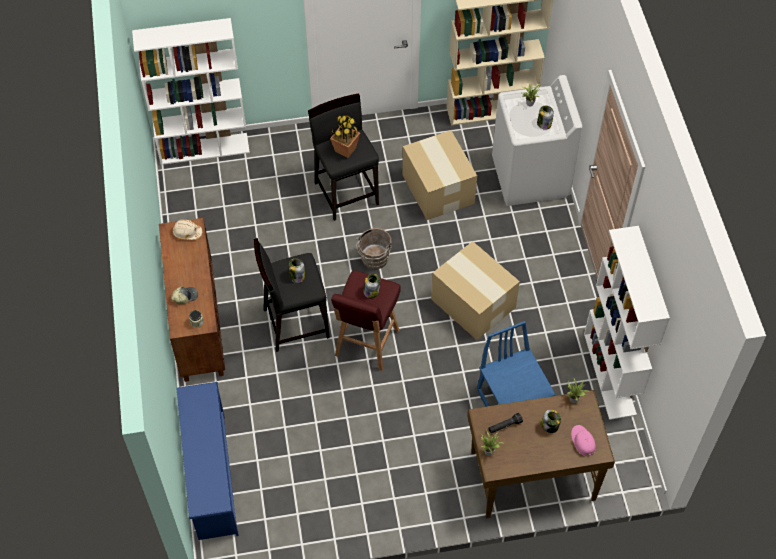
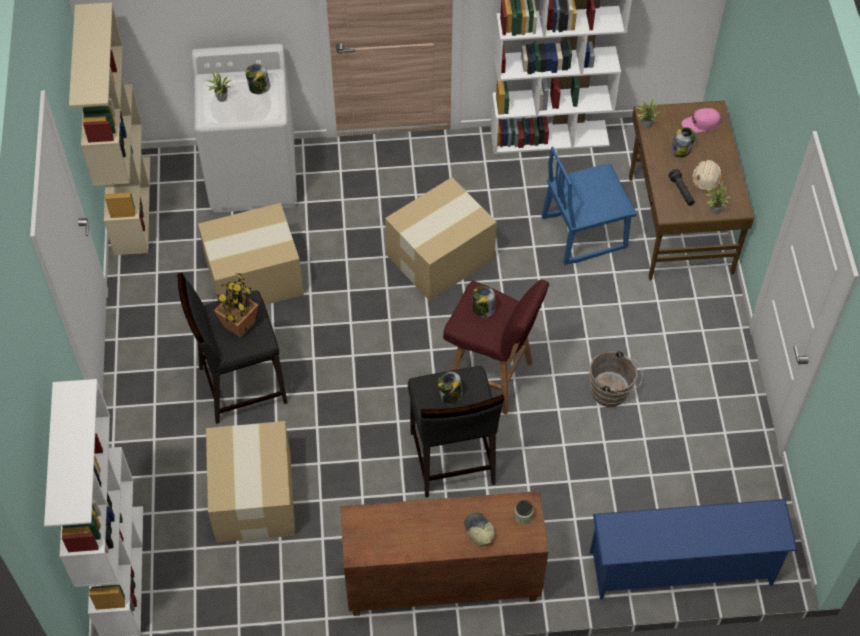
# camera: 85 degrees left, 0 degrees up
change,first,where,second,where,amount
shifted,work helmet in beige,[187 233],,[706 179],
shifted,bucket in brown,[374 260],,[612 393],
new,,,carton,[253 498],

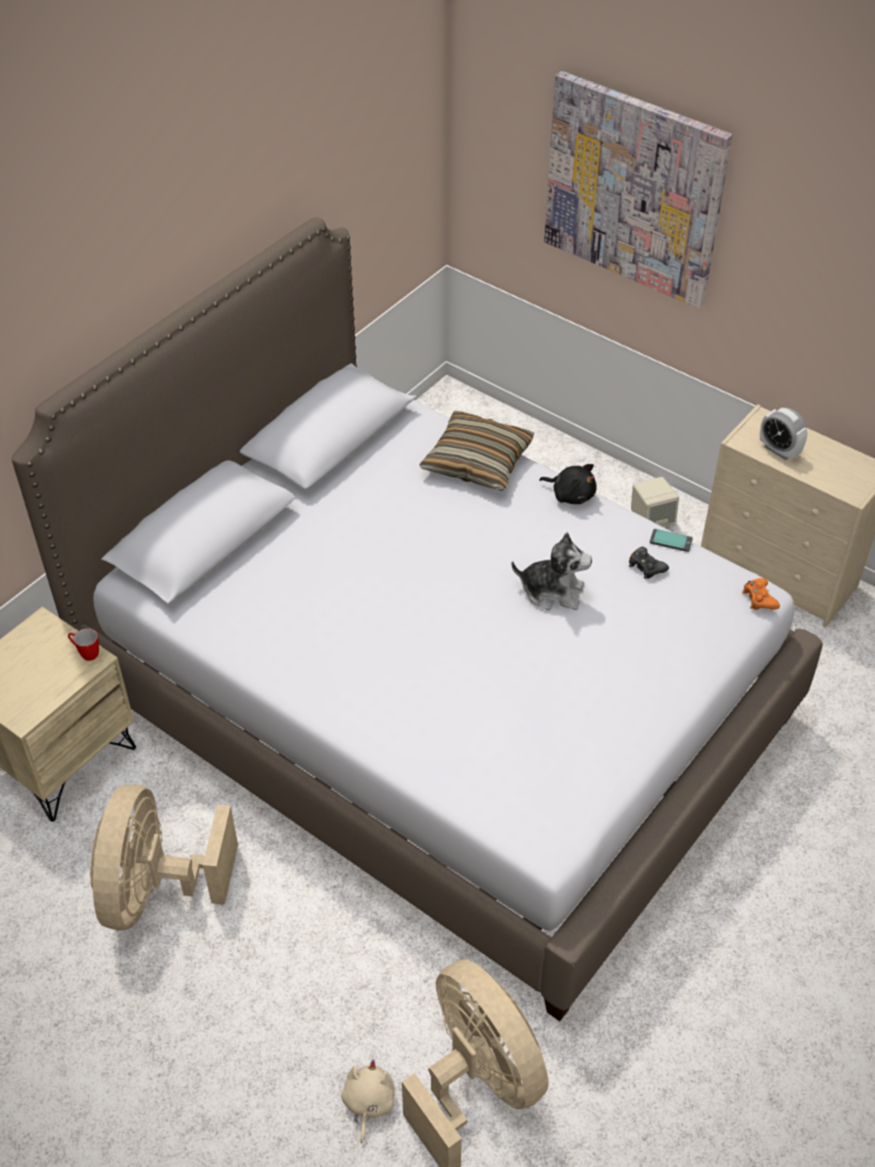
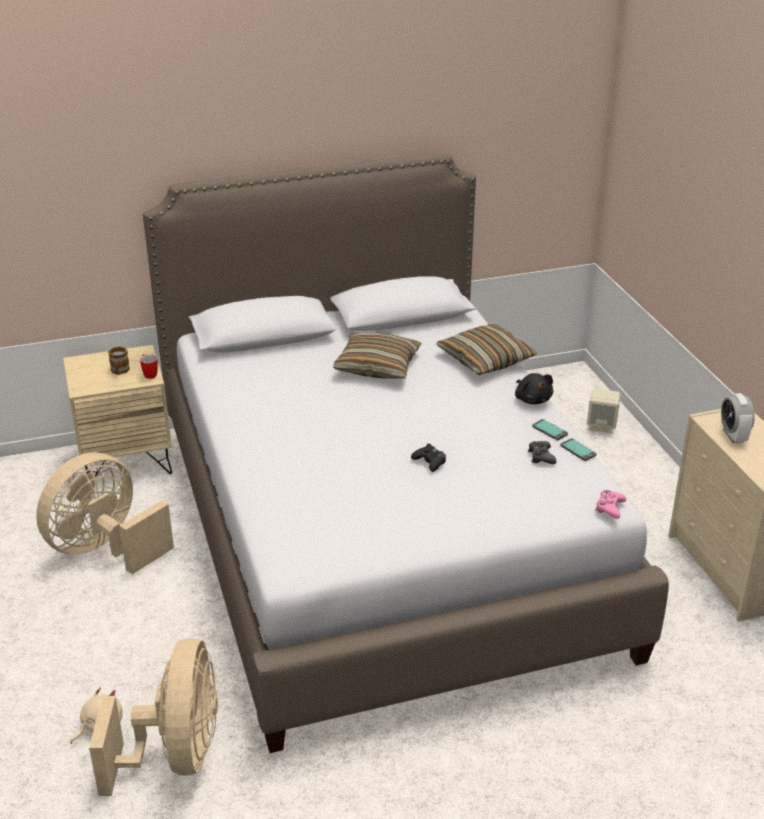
# camera: 35 degrees right, 15 degrees down
change,first,where,second,where,amount
gone,plush toy,[552 591],,,
gone,wall art,[634 189],,,
shifted,loudspeaker in beige,[651 521],,[602 425],
repainted,joypad in orange-coloured,[759 598],joypad in pink-coloured,[609 508],
new,,,coffee mug,[119 371],
new,,,pillow,[377 366],
new,,,joypad in blackish,[430 462],
new,,,handset,[550 430],

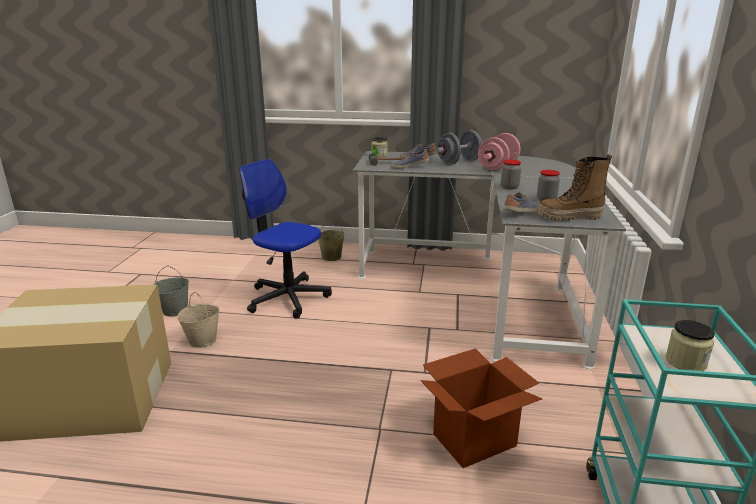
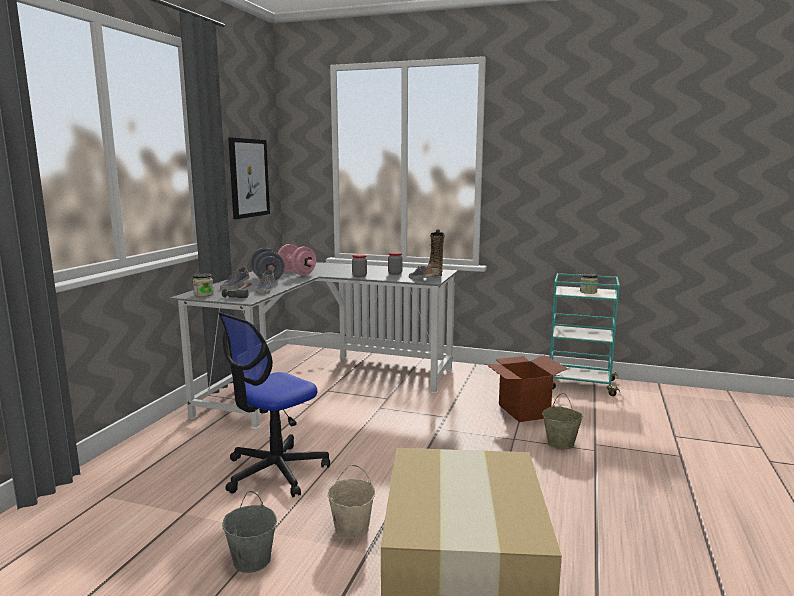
# camera: 80 degrees left, 10 degrees down
change,first,where,second,where,amount
shifted,bucket in beige,[331 257],,[561 443],
new,,,wall art,[248 178],

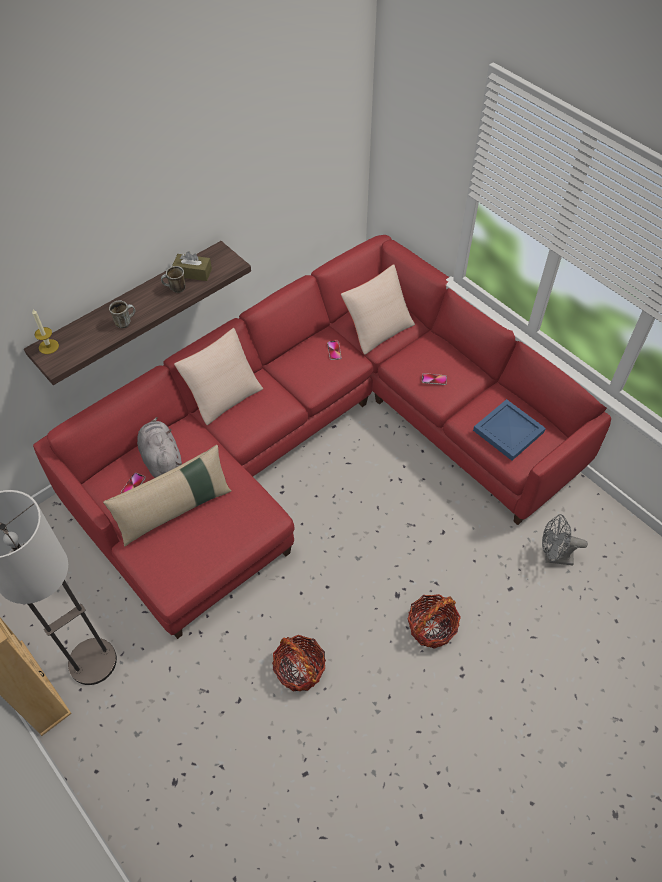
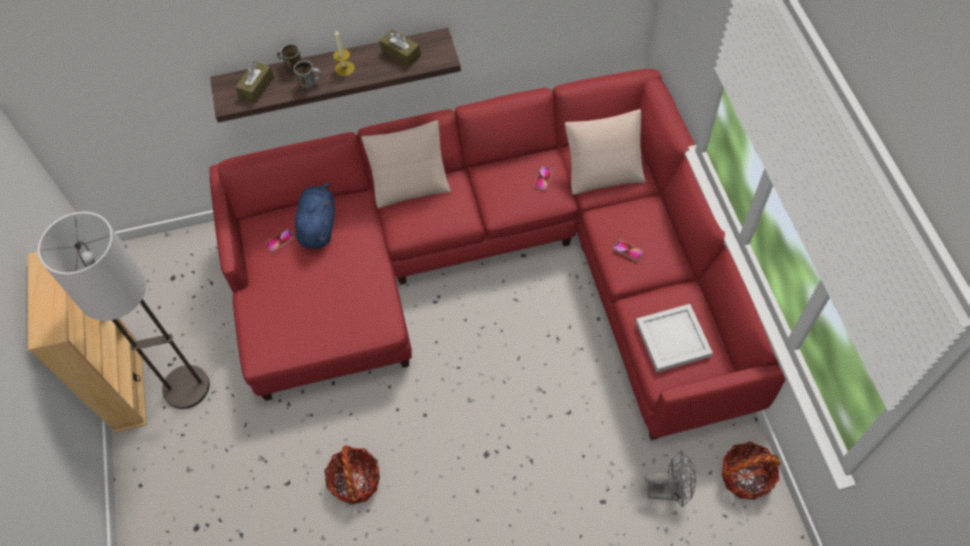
# camera: 30 degrees right, 5 degrees up
change,first,where,second,where,amount
shifted,wax candle,[48 346],,[344 68],
gone,pillow in beige,[175 510],,,
repainted,plush toy in grey,[161 459],plush toy in blue-coloured,[318 225],
shifted,coffee mug,[175 289],,[291 67],
shifted,basket,[431 627],,[745 477],
repainted,carrying tray in blue-coloured,[508 432],carrying tray in white,[672 340],
rotated,fan in grey,[553 557],,[668 490],150 degrees clockwise
new,,,tissue holder in brown,[256 87],

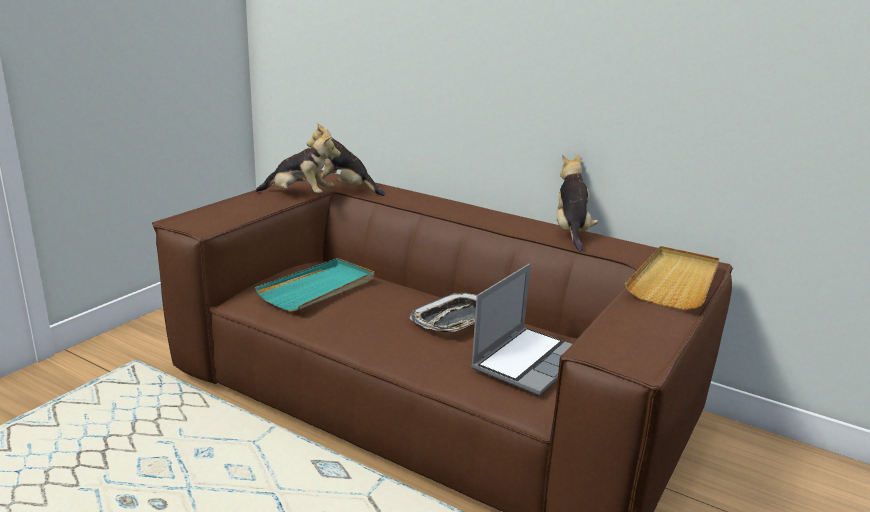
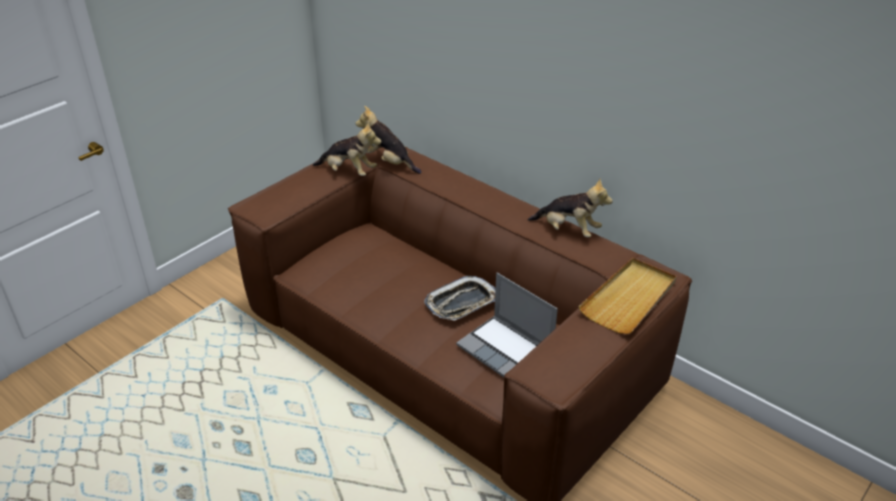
# camera: 10 degrees right, 15 degrees up
change,first,where,second,where,amount
gone,carrying tray in blue-green,[318 288],,,
rotated,notebook computer,[528 361],,[506 351],90 degrees clockwise
rotated,plush toy,[571 232],,[568 230],105 degrees clockwise

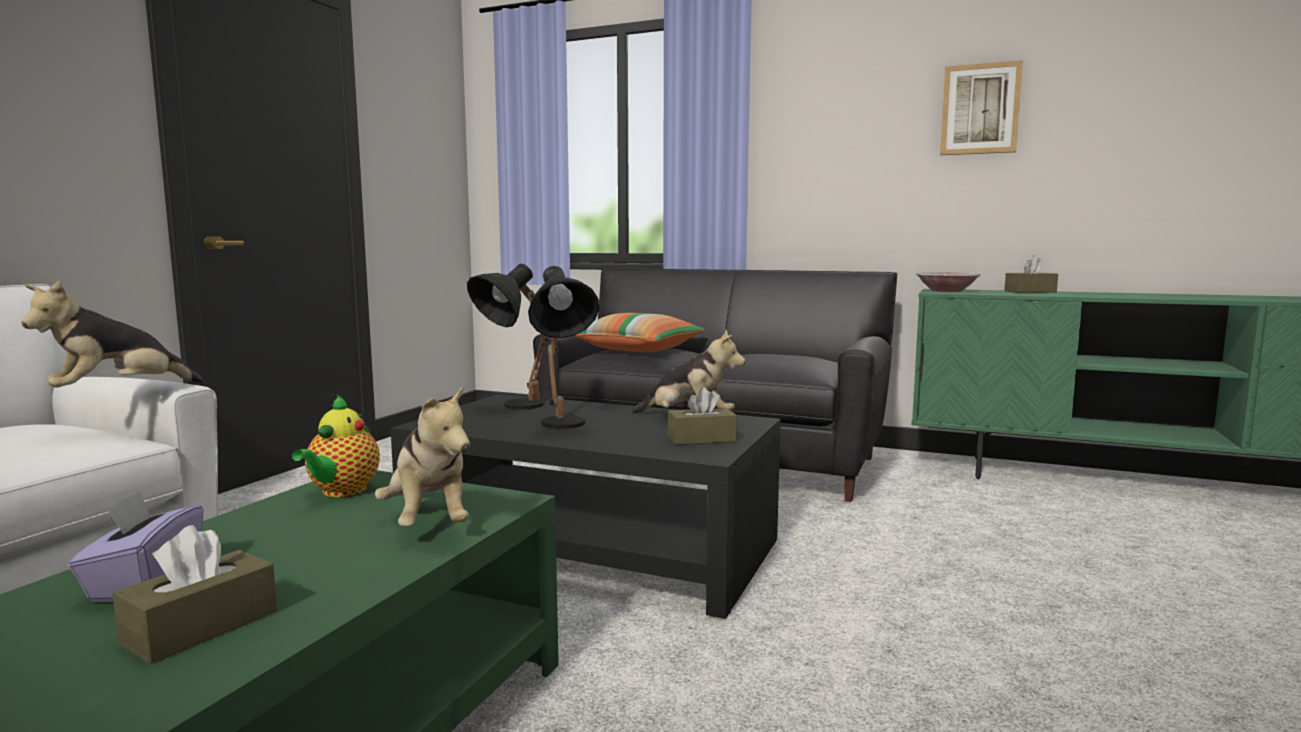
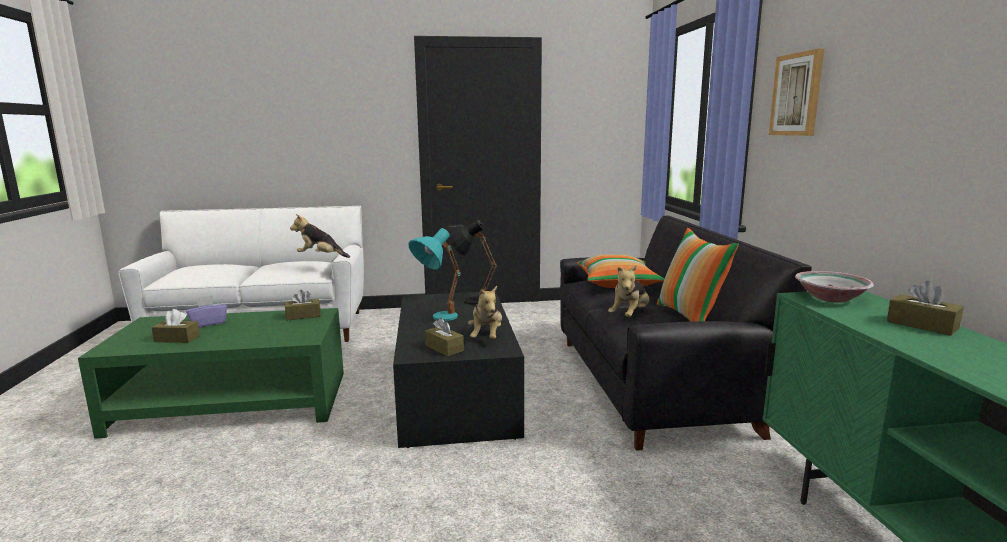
# camera: 60 degrees right, 5 degrees up
change,first,where,second,where,amount
swapped,teapot,[341 492],tissue holder in brown,[303 316],
shifted,plush toy,[428 522],,[630 315],
repainted,tabletop lamp in blackish,[563 427],tabletop lamp in blue-green,[436 318],
shifted,wall art,[980 109],,[797 94],
new,,,pillow,[690 316],

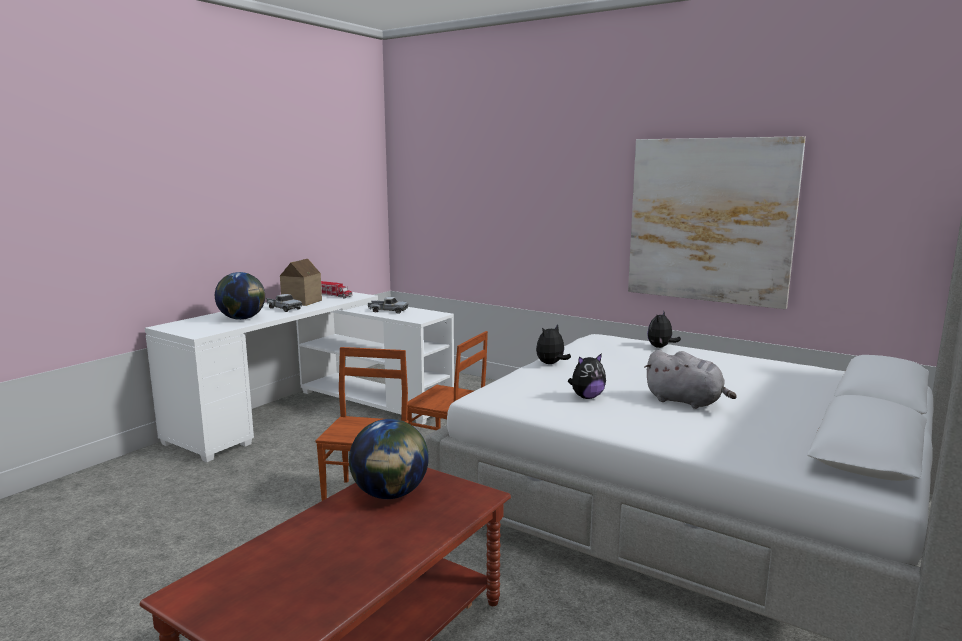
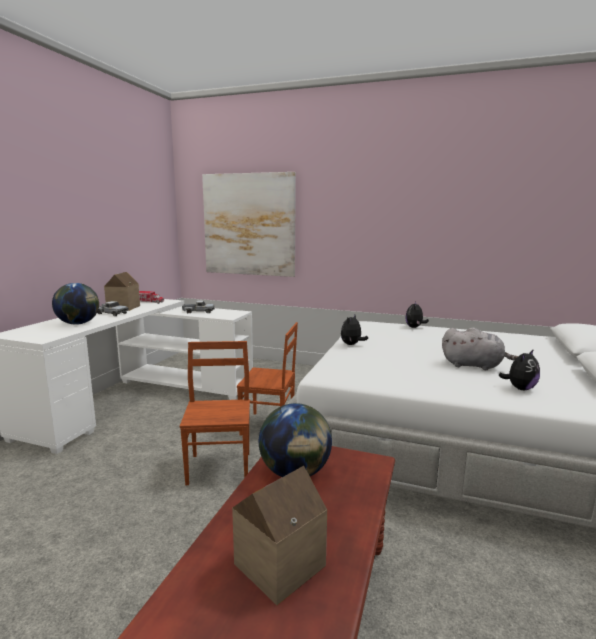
# camera: 15 degrees left, 0 degrees up
change,first,where,second,where,amount
shifted,plush toy,[586 397],,[520 388],
shifted,wall art,[709 220],,[249 225],
new,,,miniature house,[276 563],

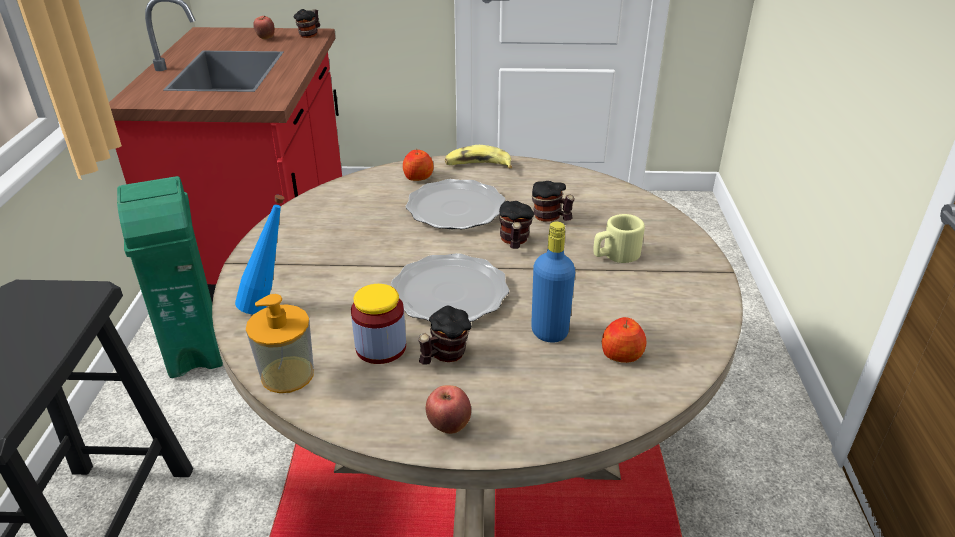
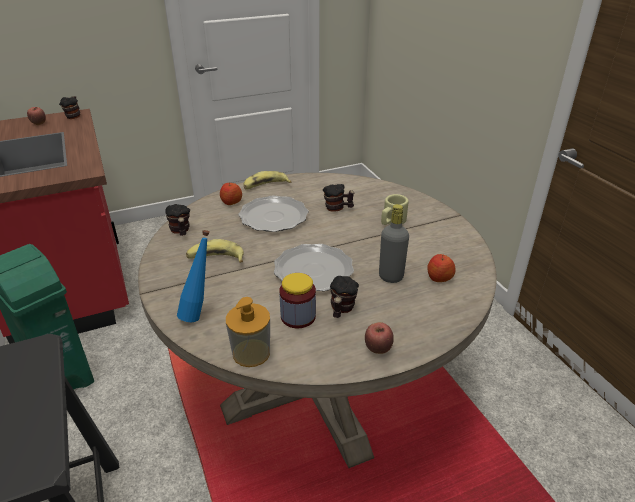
# camera: 25 degrees left, 0 degrees up
change,first,where,second,where,amount
shifted,coffee mug,[514 242],,[180 231],
repainted,drink bottle in blue-coloured,[549 332],drink bottle in grey,[391 277],
new,,,banana,[216 258],

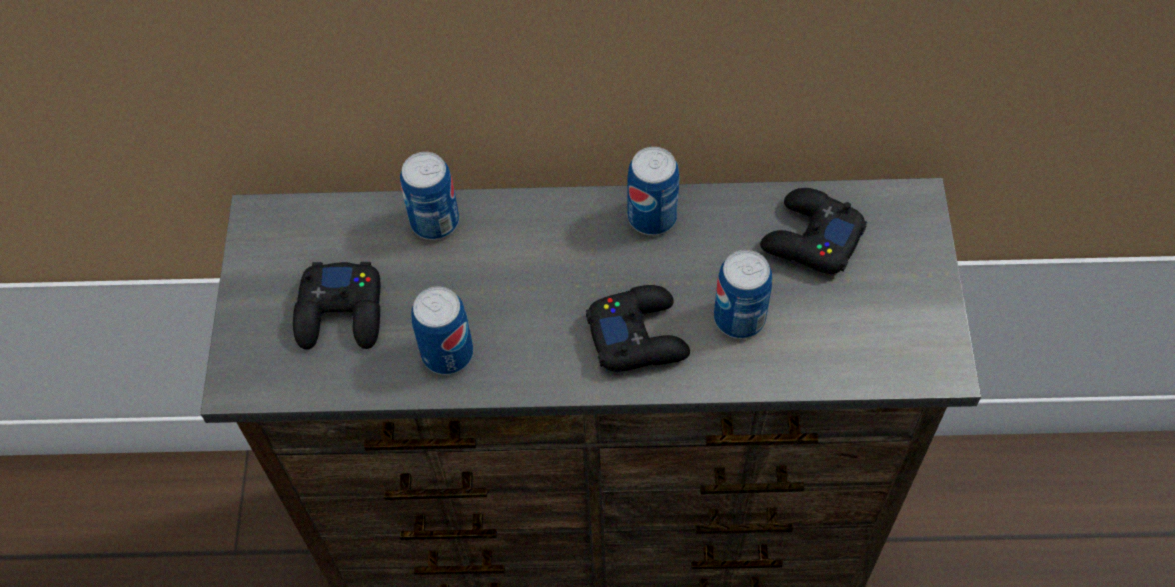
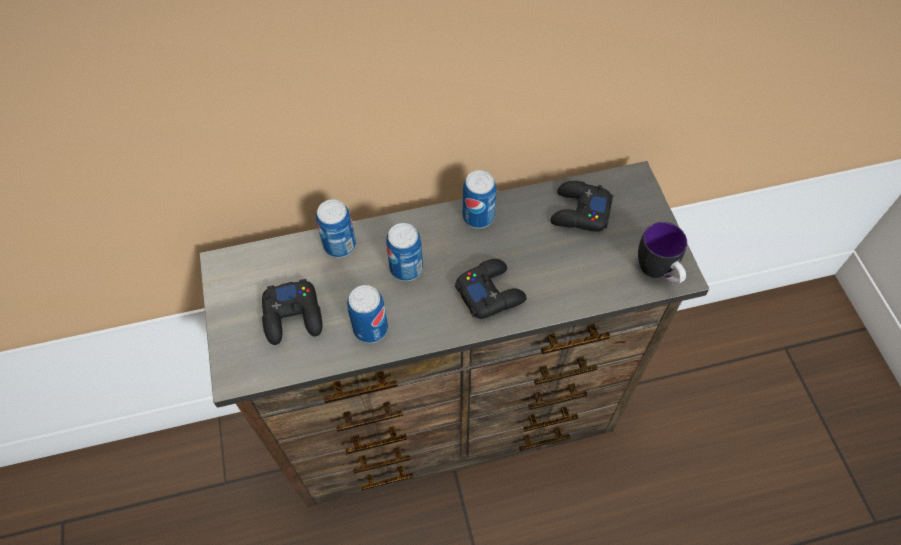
# camera: 15 degrees left, 0 degrees up
change,first,where,second,where,amount
shifted,sealed can,[739 318],,[406 268],
new,,,coffee mug,[658 273],

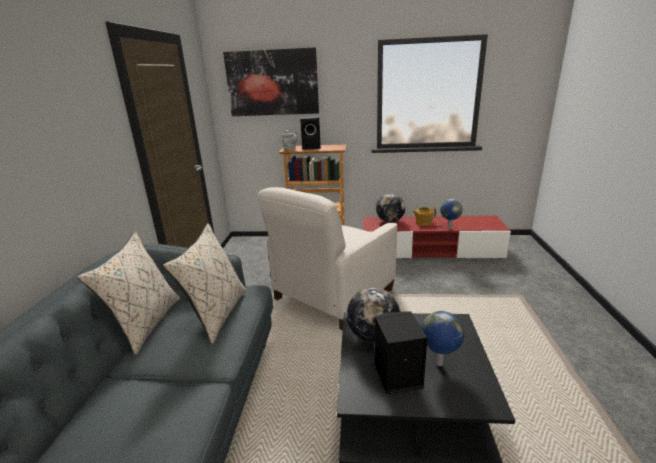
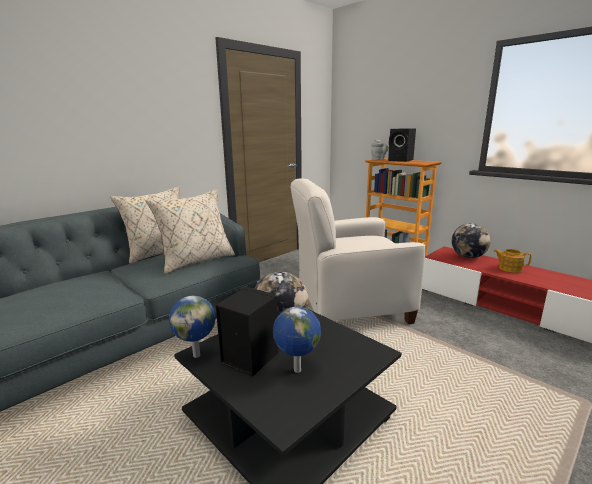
# camera: 40 degrees right, 5 degrees down
change,first,where,second,where,amount
gone,wall art,[272 83],,,
shifted,globe,[449 228],,[197 354],

